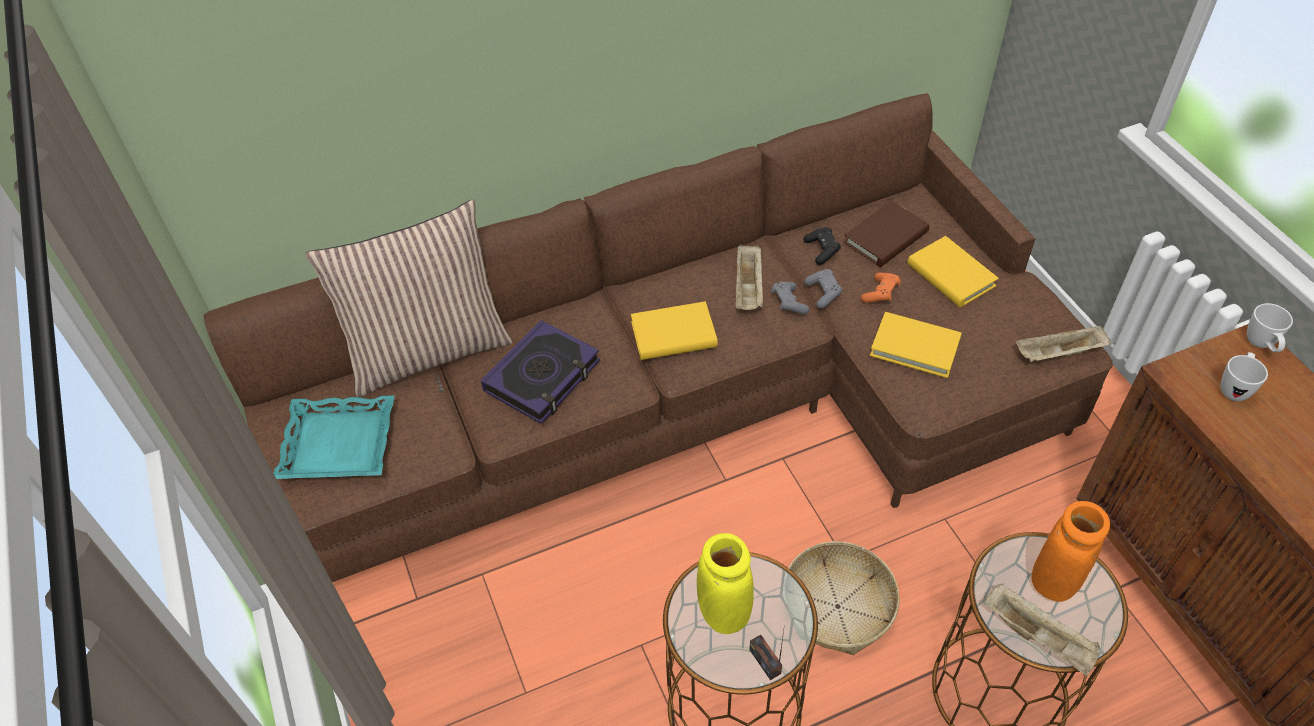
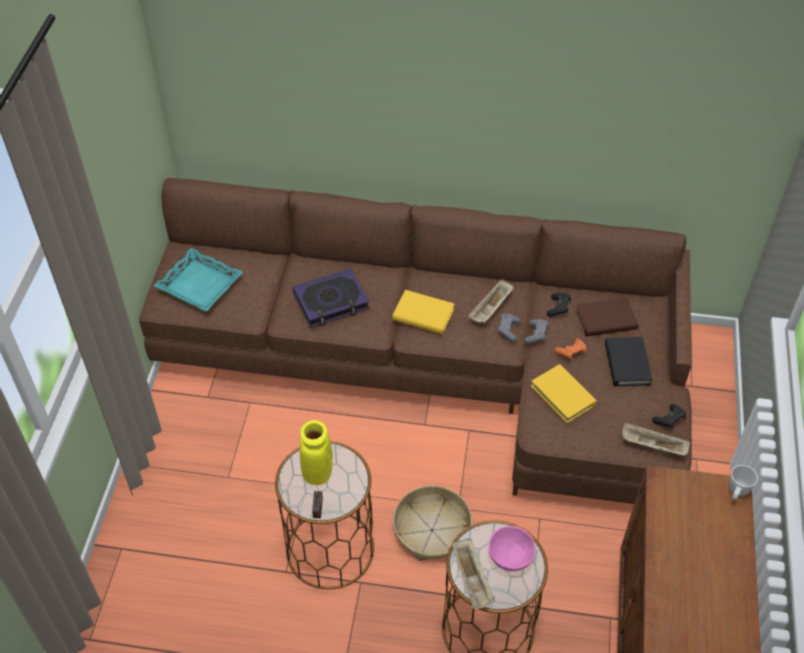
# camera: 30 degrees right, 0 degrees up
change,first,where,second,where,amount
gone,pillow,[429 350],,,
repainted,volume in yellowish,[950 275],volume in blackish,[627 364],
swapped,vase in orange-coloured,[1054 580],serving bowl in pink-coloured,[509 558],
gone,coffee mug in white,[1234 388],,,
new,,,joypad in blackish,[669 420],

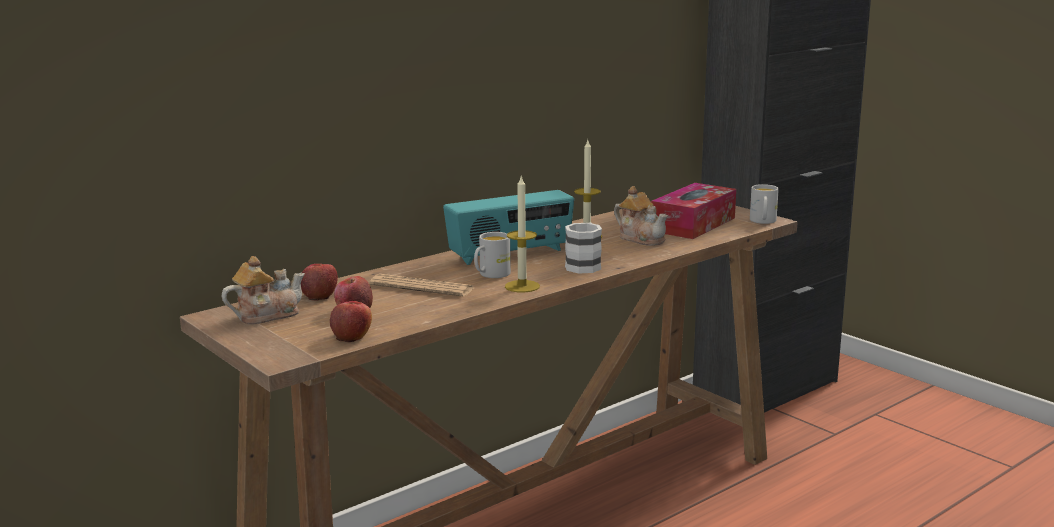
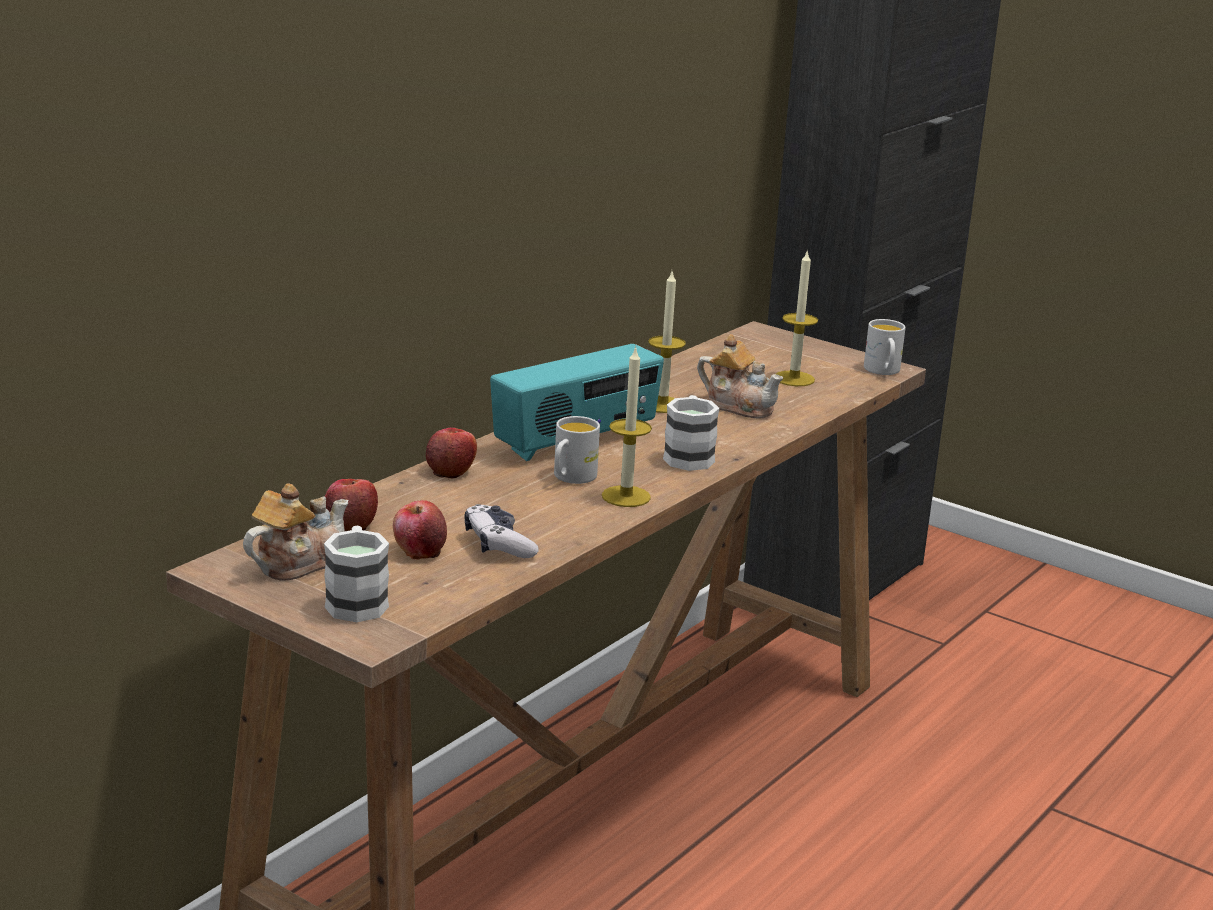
# camera: 15 degrees left, 5 degrees up
change,first,where,second,where,amount
shifted,whole apple,[352 336],,[451 471],
gone,daily paper,[422 287],,,
swapped,tissue holder,[693 224],wax candle,[794 379],
new,,,coffee mug in white,[356 600],
new,,,joypad,[499 544],

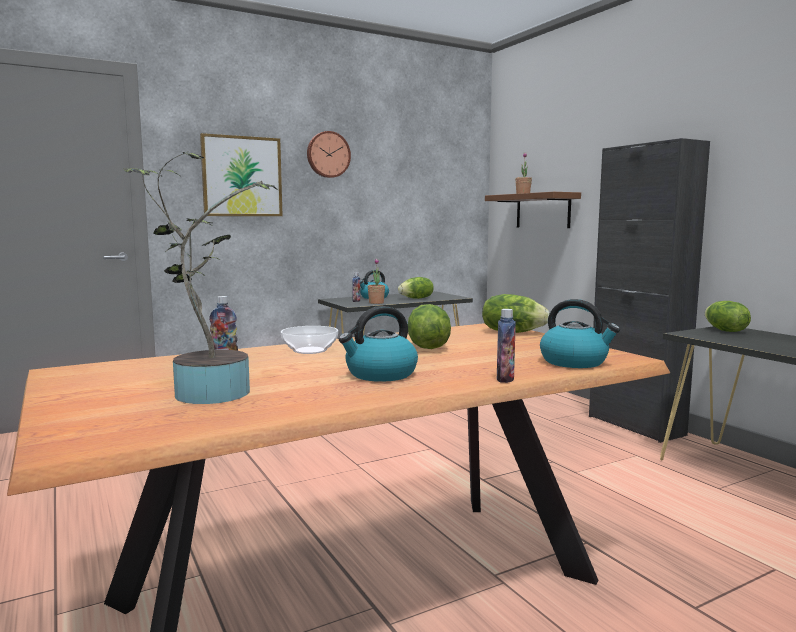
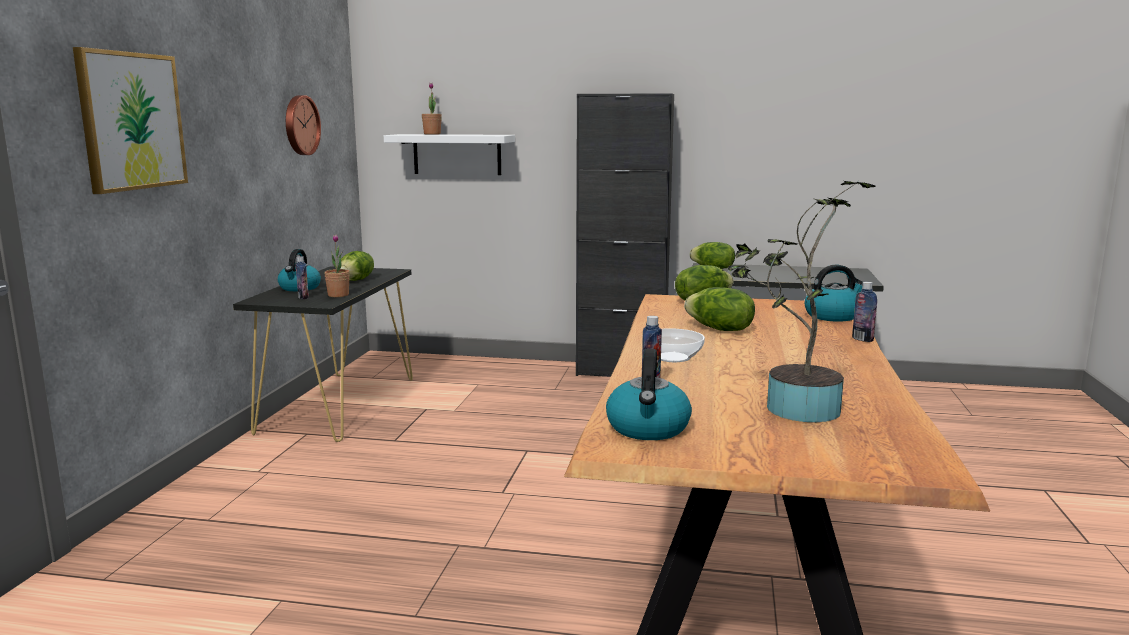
# camera: 50 degrees left, 5 degrees up
change,first,where,second,where,amount
shifted,wall clock,[328 154],,[300 125],
shifted,kettle,[380 374],,[648 428],
repainted,wall shelf in brown,[543 211],wall shelf in white,[457 154],

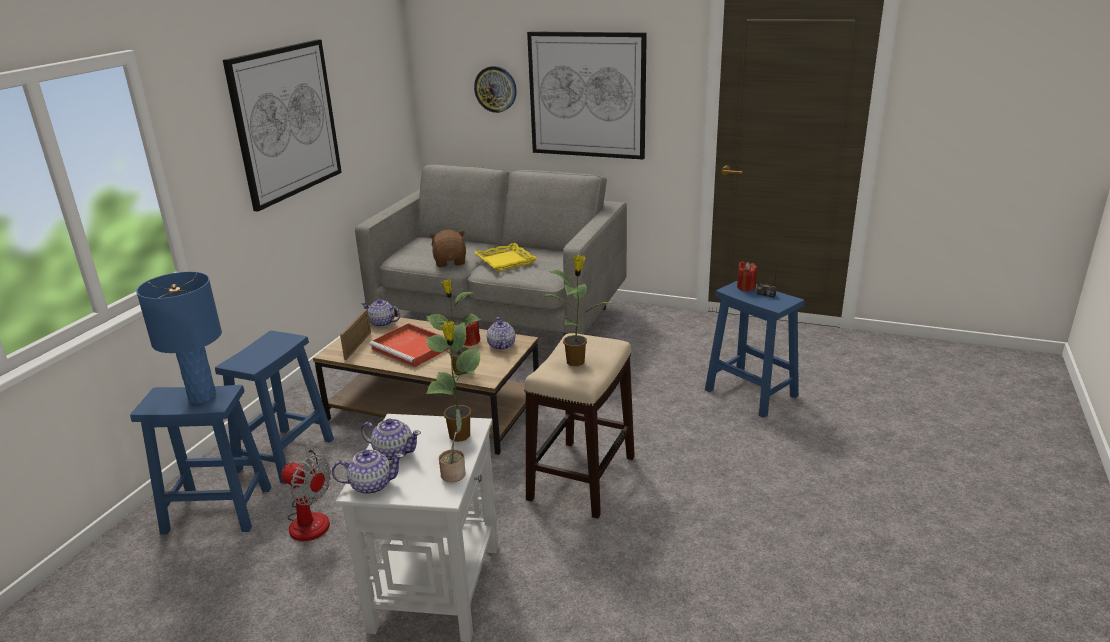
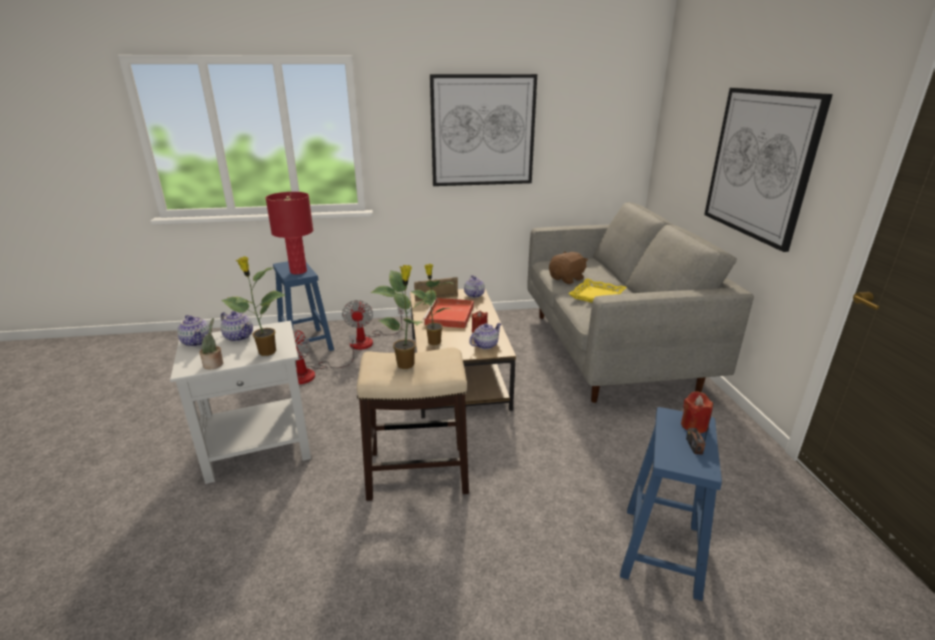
# camera: 60 degrees right, 0 degrees up
change,first,where,second,where,amount
repainted,tabletop lamp in blue-coloured,[202 397],tabletop lamp in red,[298 271],
swapped,stool in blue-coloured,[285 454],fan,[369 340],
rotated,teapot,[393 452],,[239 337],45 degrees counterclockwise
gone,wall clock,[495 89],,,

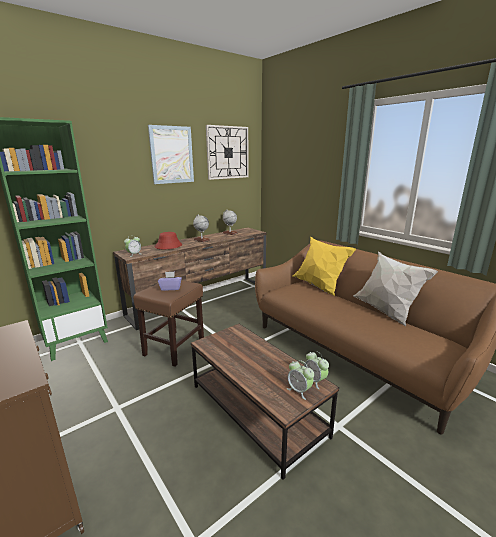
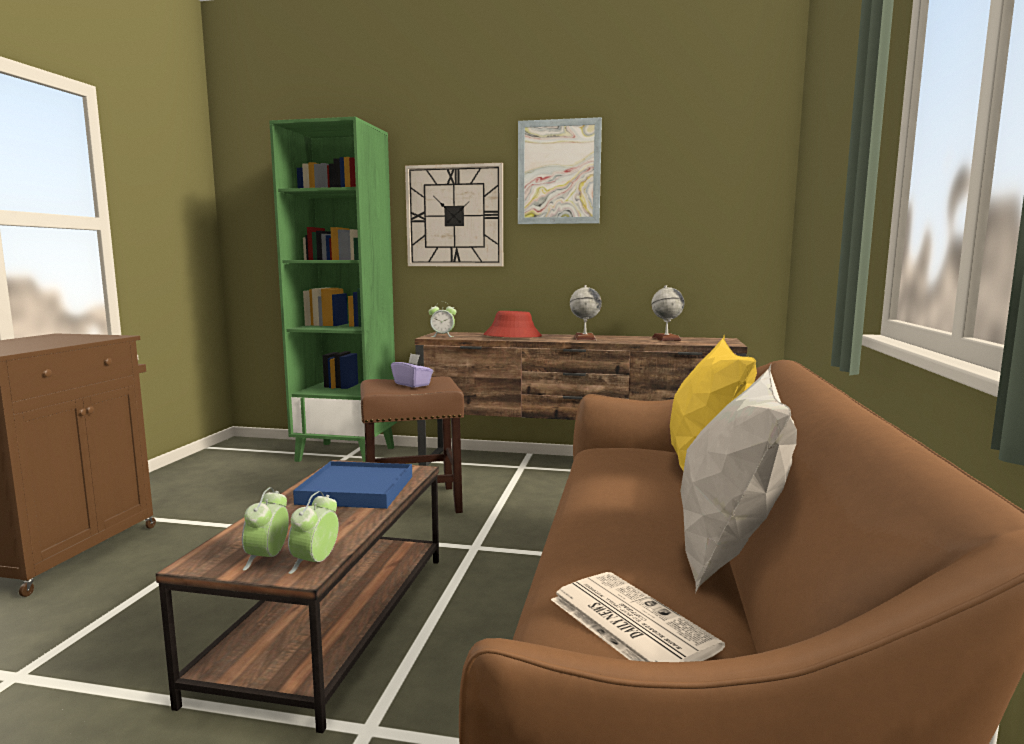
# camera: 50 degrees right, 10 degrees down
change,first,where,second,where,amount
shifted,wall clock,[227 152],,[454 216],
new,,,carrying tray in blue-coloured,[356 489],
new,,,daily paper,[628 623],

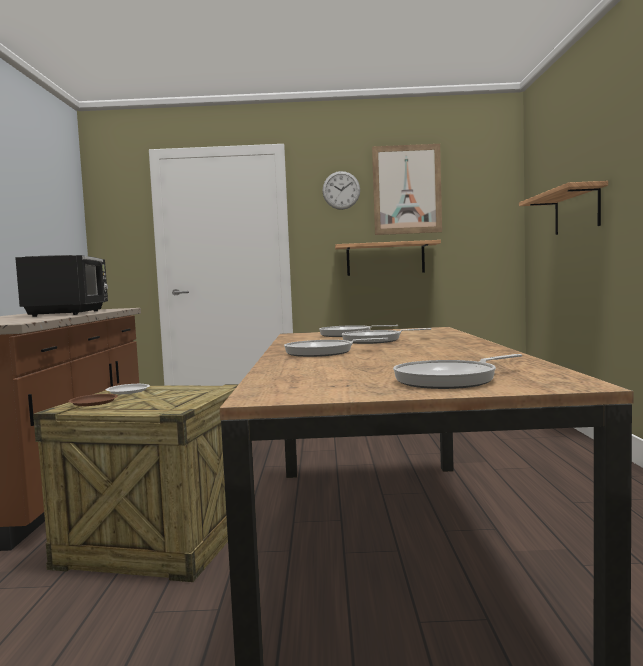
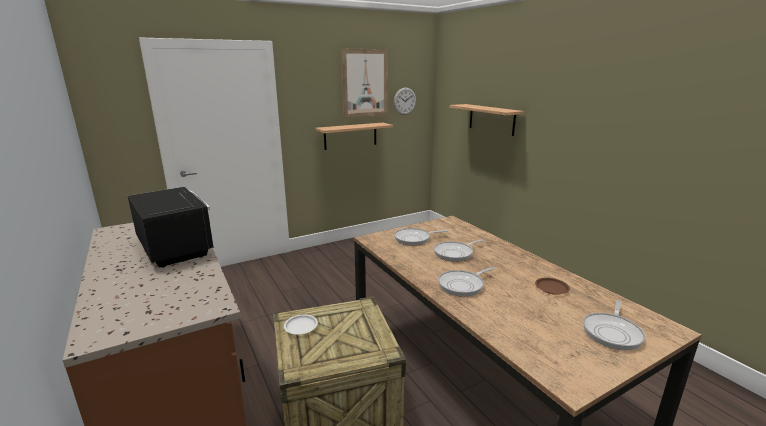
# camera: 30 degrees left, 15 degrees up
change,first,where,second,where,amount
shifted,plate in brown,[93 403],,[551 288],
shifted,wall clock,[341 190],,[405 101],

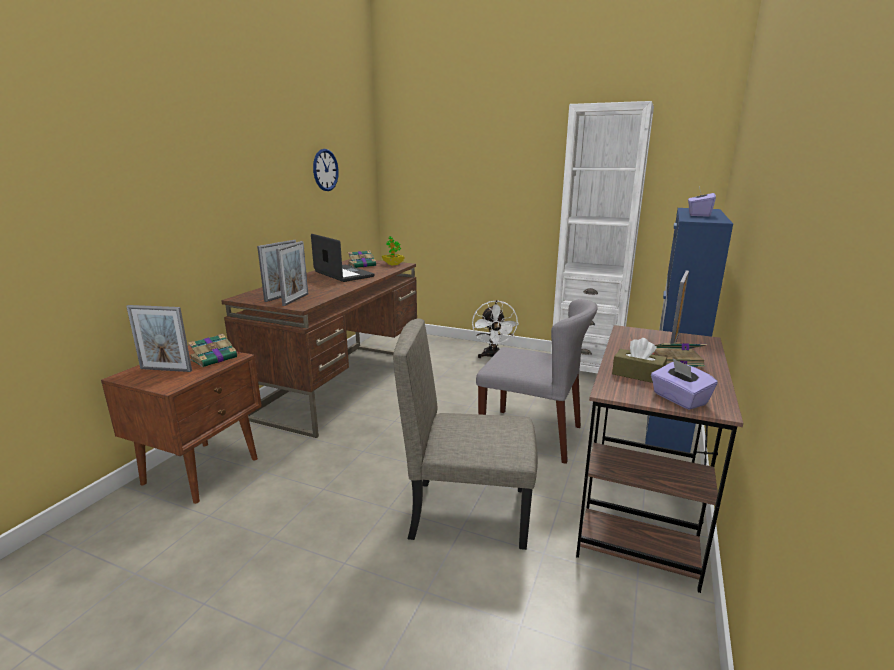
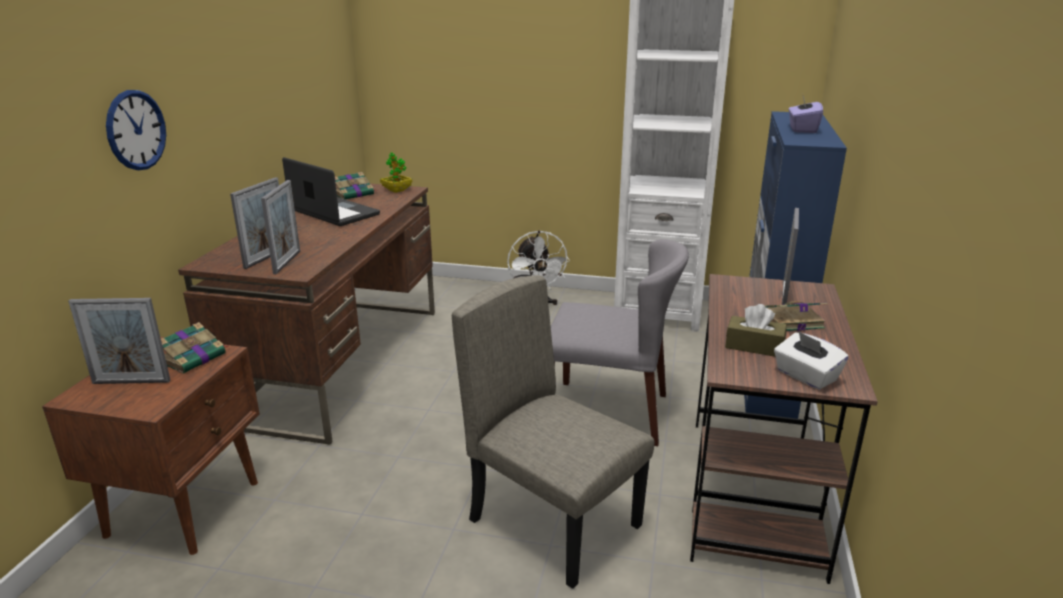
# camera: 10 degrees left, 5 degrees up
change,first,where,second,where,amount
shifted,wall clock,[325 170],,[136 130],
rotated,upright chair in beige,[469 512],,[555 522],45 degrees clockwise
repainted,tissue holder in purplish,[679 399],tissue holder in white,[805 376],

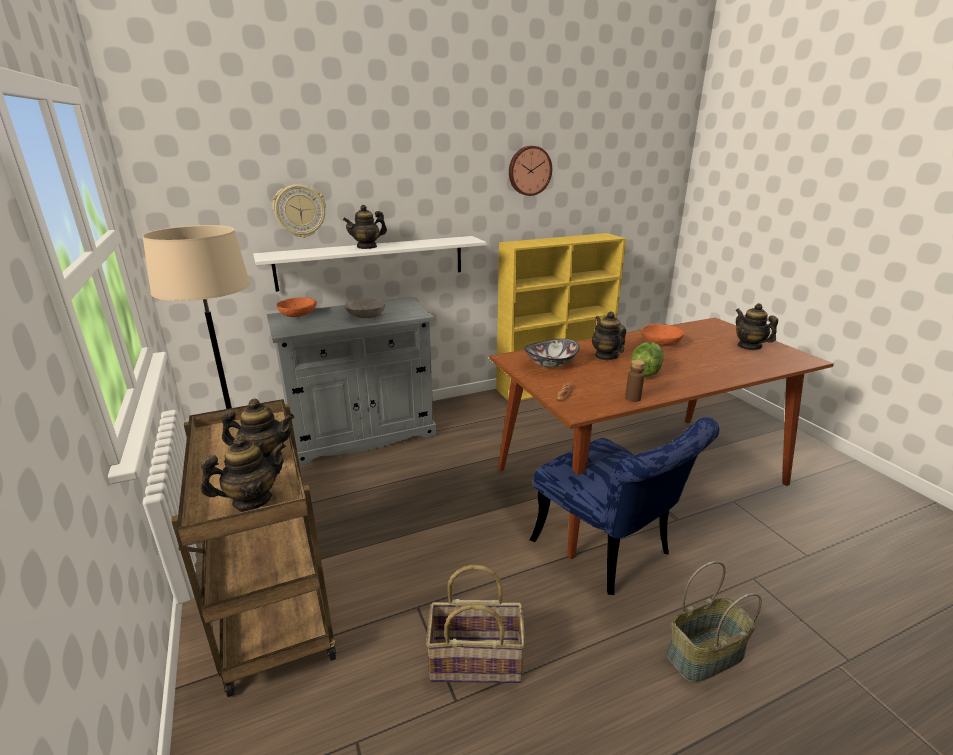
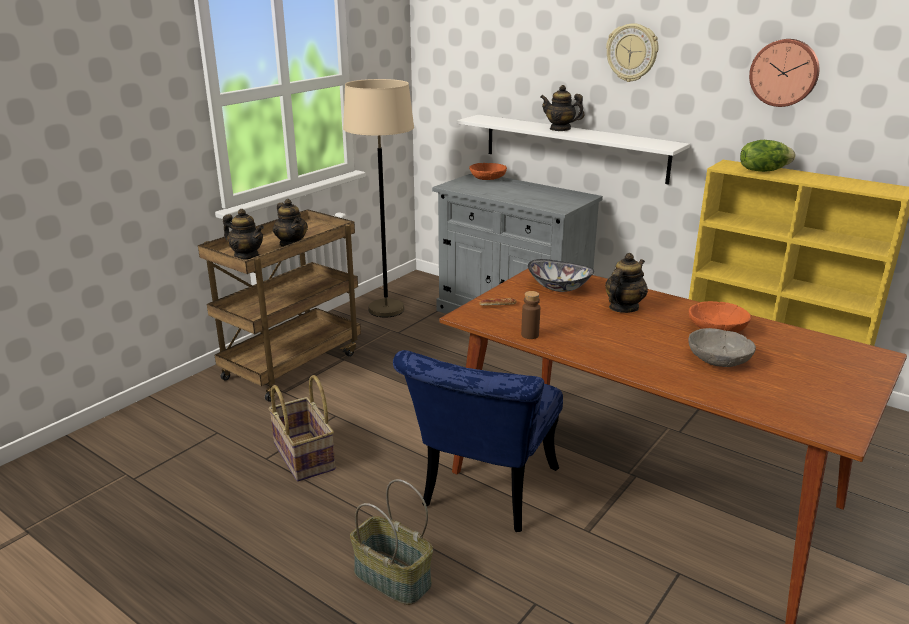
# camera: 60 degrees right, 0 degrees up
change,first,where,second,where,amount
shifted,wall clock,[300 211],,[632 52],
shifted,serving bowl in grey,[366 316],,[718 360],
shifted,lettuce head,[644 372],,[763 170],
gone,teapot,[749 346],,,

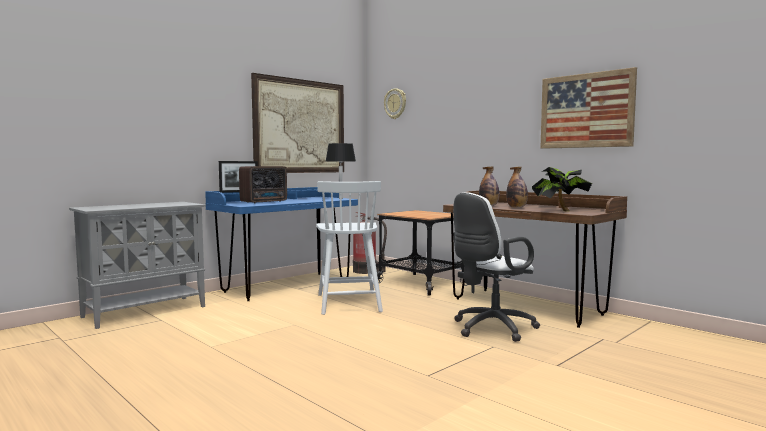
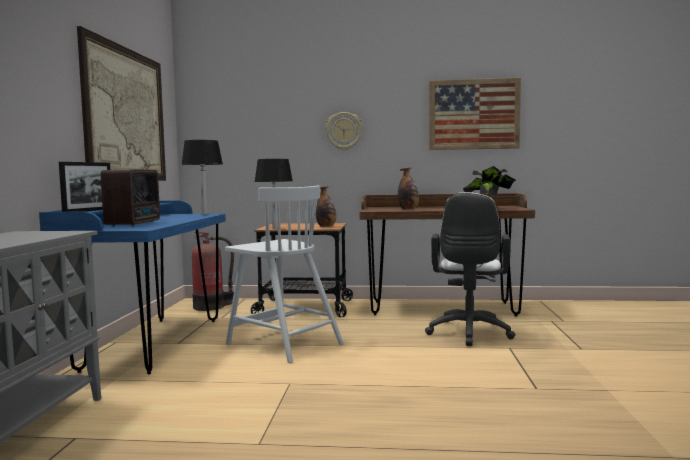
# camera: 40 degrees left, 0 degrees up
change,first,where,second,where,amount
shifted,wall clock,[395 103],,[344 131],
shifted,drink bottle,[516 207],,[326 227],
new,,,tabletop lamp in blackish,[275 228],

